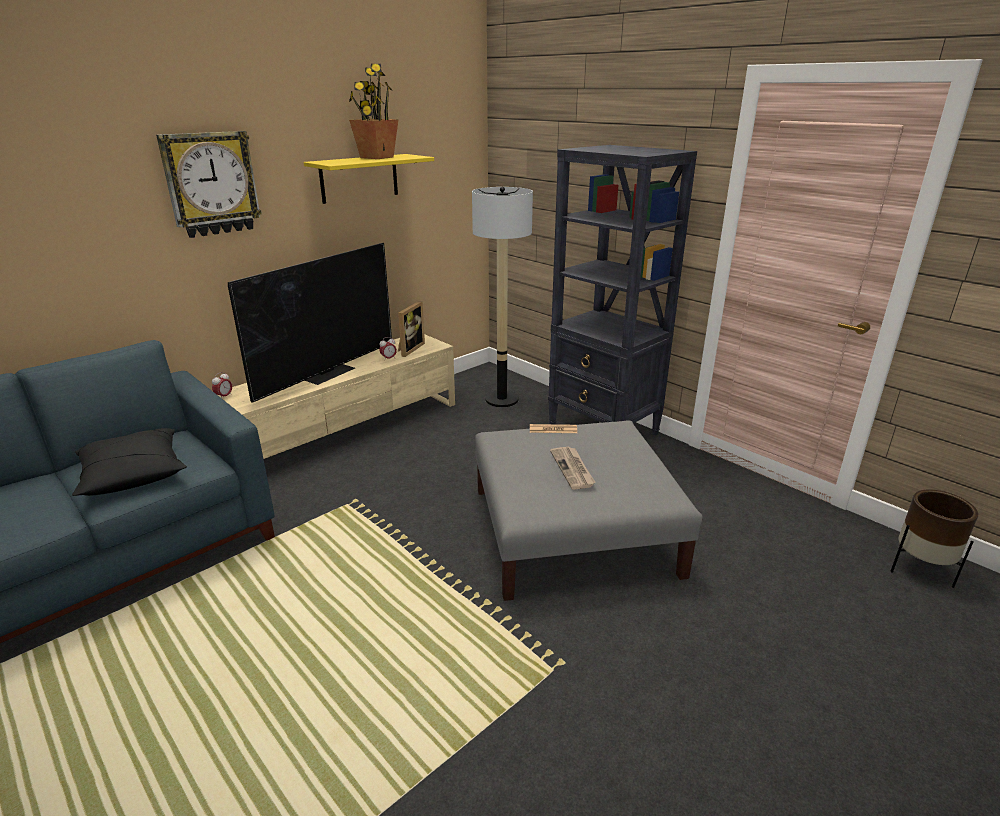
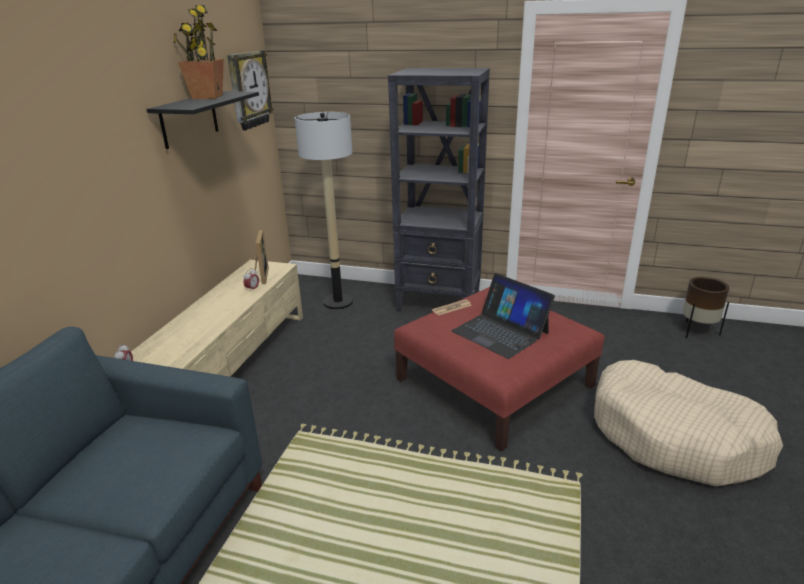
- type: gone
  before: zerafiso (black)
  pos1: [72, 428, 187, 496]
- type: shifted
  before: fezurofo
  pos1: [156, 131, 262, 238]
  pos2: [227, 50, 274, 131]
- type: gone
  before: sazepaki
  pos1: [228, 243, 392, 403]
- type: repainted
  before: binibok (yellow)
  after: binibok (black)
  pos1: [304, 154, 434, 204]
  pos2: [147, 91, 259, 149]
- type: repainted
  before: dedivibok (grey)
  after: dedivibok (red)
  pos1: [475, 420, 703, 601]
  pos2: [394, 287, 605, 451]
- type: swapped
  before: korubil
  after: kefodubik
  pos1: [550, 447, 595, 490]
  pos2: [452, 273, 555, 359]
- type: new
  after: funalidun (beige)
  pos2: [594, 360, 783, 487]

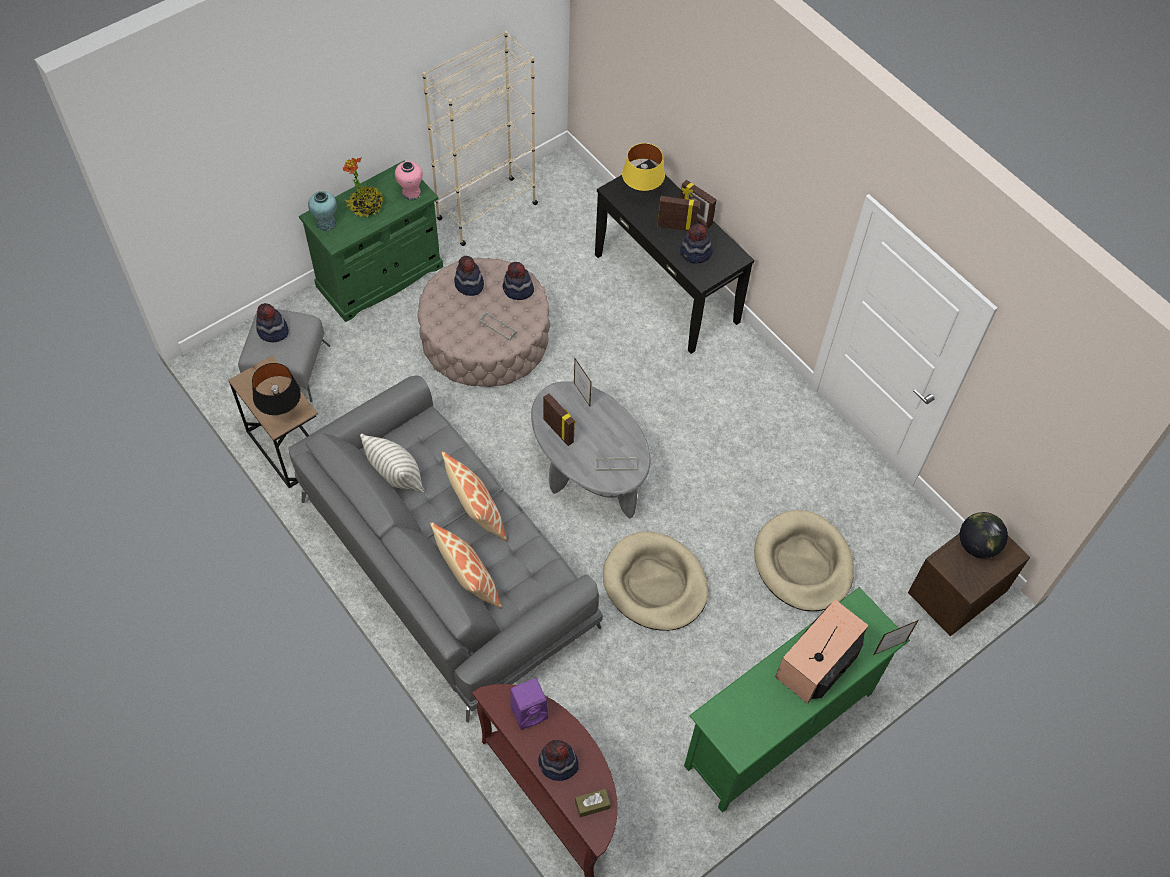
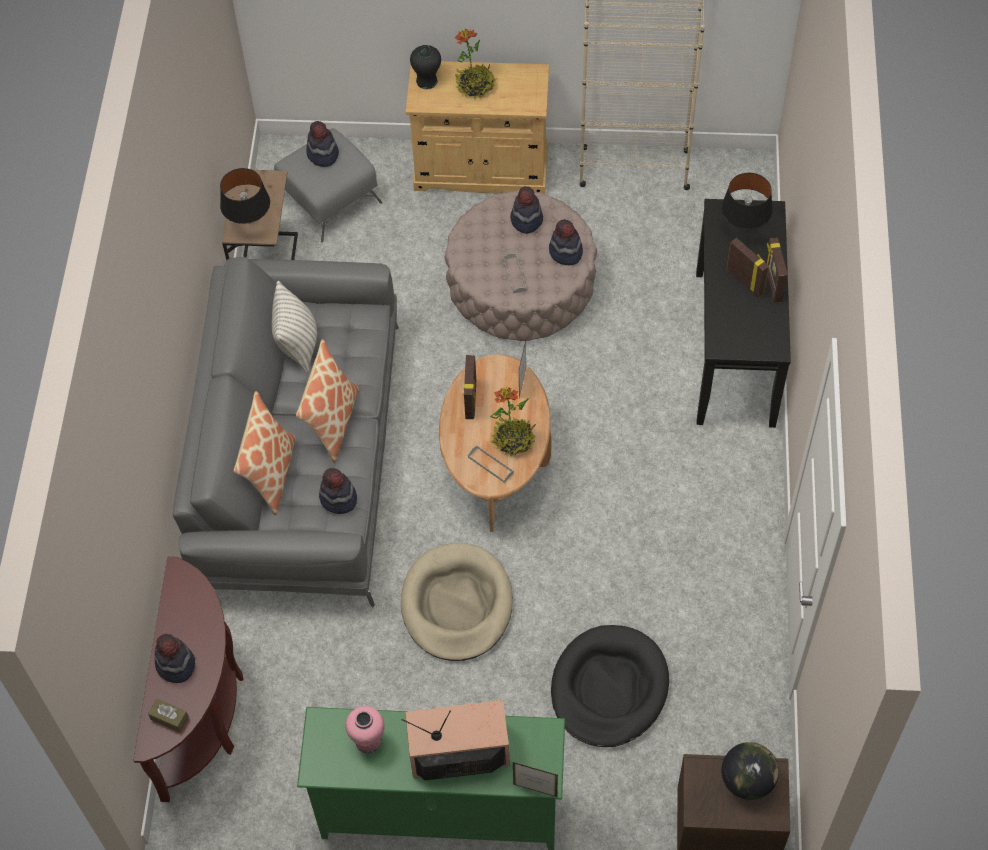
- type: repainted
  before: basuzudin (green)
  after: basuzudin (beige)
  pos1: [299, 160, 443, 322]
  pos2: [406, 61, 549, 194]
- type: repainted
  before: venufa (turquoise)
  after: venufa (black)
  pos1: [308, 191, 337, 231]
  pos2: [410, 45, 441, 89]
- type: shifted
  before: venufa (pink)
  pos1: [395, 161, 423, 200]
  pos2: [345, 706, 385, 754]
- type: gone
  before: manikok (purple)
  pos1: [510, 678, 548, 730]
- type: repainted
  before: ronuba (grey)
  after: ronuba (brown)
  pos1: [531, 381, 650, 519]
  pos2: [439, 354, 551, 532]
- type: repainted
  before: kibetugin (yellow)
  after: kibetugin (black)
  pos1: [622, 143, 665, 194]
  pos2: [721, 173, 773, 230]
- type: shifted
  before: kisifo
  pos1: [680, 224, 713, 263]
  pos2: [319, 468, 357, 514]
- type: repainted
  before: funalidun (beige)
  after: funalidun (black)
  pos1: [754, 510, 854, 611]
  pos2: [551, 625, 669, 747]
- type: new
  after: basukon
  pos2: [490, 387, 536, 456]

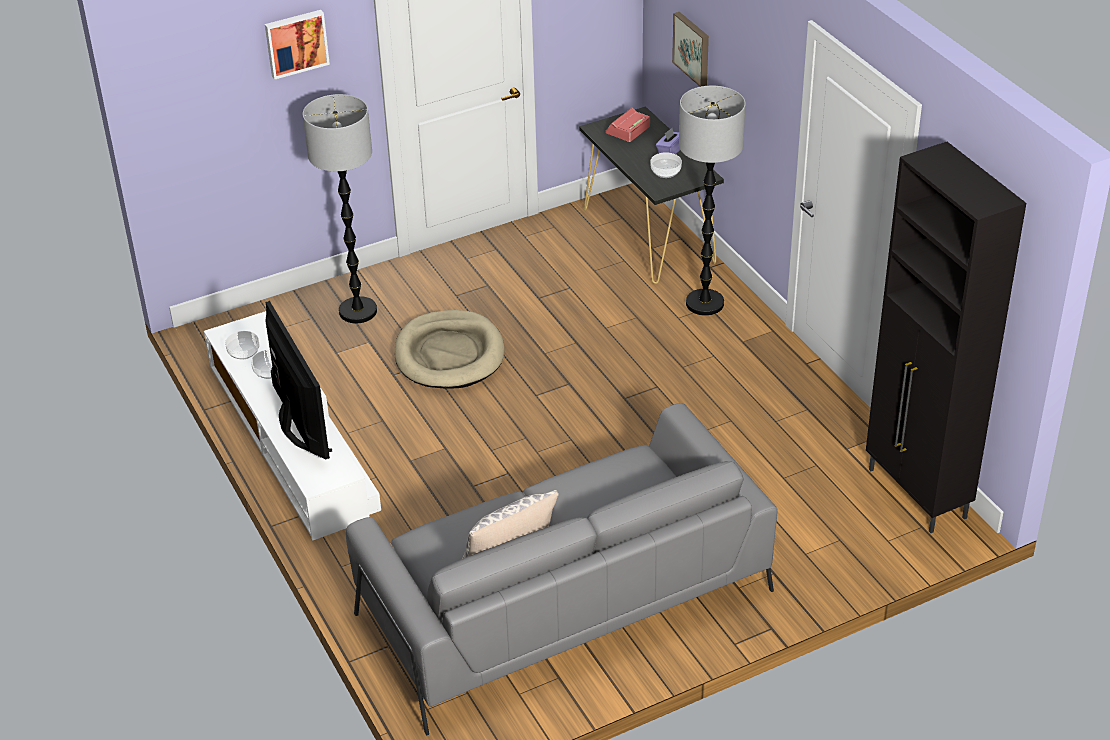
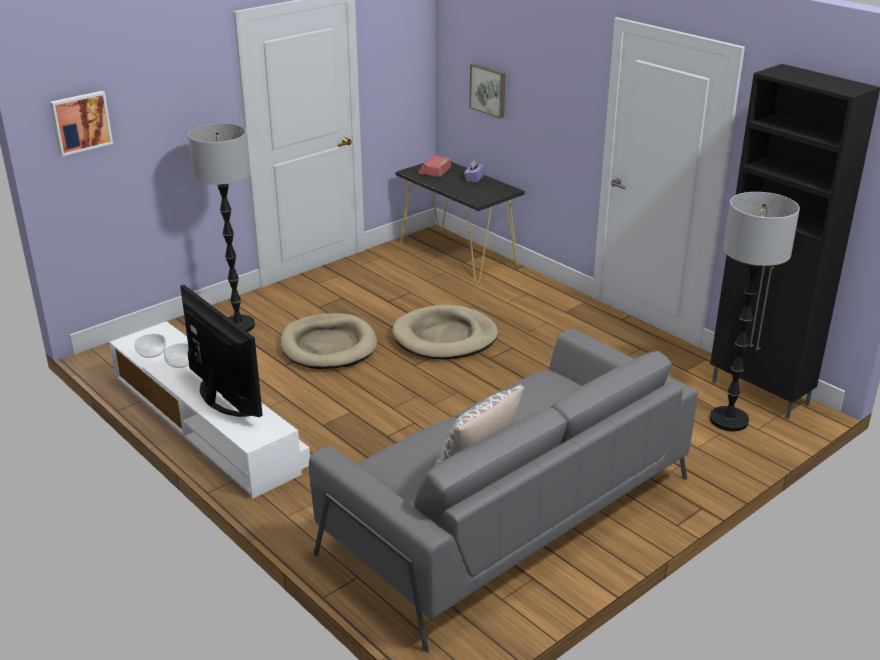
- type: shifted
  before: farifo
  pos1: [265, 10, 330, 80]
  pos2: [50, 91, 113, 156]
- type: gone
  before: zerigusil
  pos1: [650, 152, 682, 178]
- type: shifted
  before: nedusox
  pos1: [679, 86, 746, 316]
  pos2: [710, 192, 800, 432]
- type: new
  after: funalidun (beige)
  pos2: [392, 305, 498, 360]

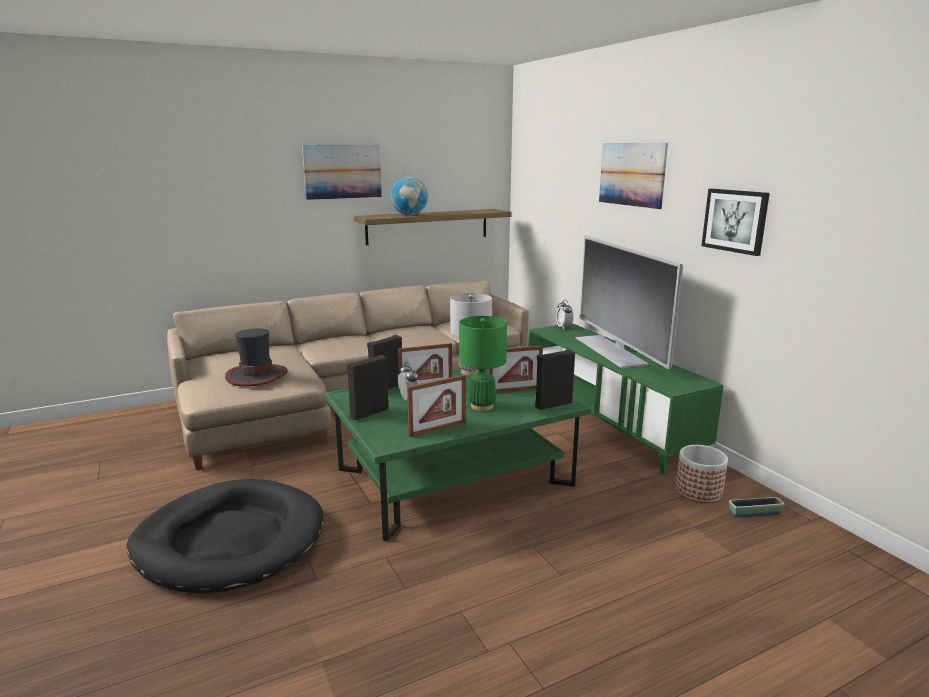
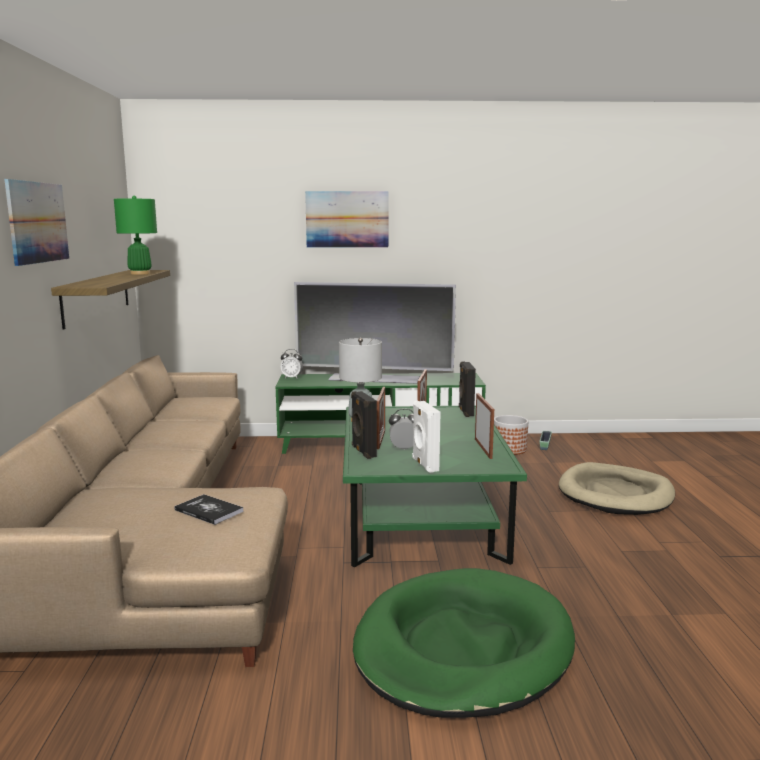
- type: repainted
  before: funalidun (black)
  after: funalidun (green)
  pos1: [127, 479, 324, 594]
  pos2: [353, 568, 575, 718]
- type: swapped
  before: kisifo
  after: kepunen
  pos1: [225, 328, 288, 387]
  pos2: [175, 494, 244, 525]
- type: repainted
  before: manikok (black)
  after: manikok (white)
  pos1: [346, 355, 389, 420]
  pos2: [412, 401, 440, 473]
- type: gone
  before: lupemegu
  pos1: [390, 177, 428, 215]
- type: shifted
  before: kibetugin (green)
  pos1: [459, 316, 507, 411]
  pos2: [114, 196, 157, 275]
- type: gone
  before: farifo
  pos1: [701, 189, 770, 256]
- type: new
  after: funalidun (beige)
  pos2: [559, 462, 675, 515]

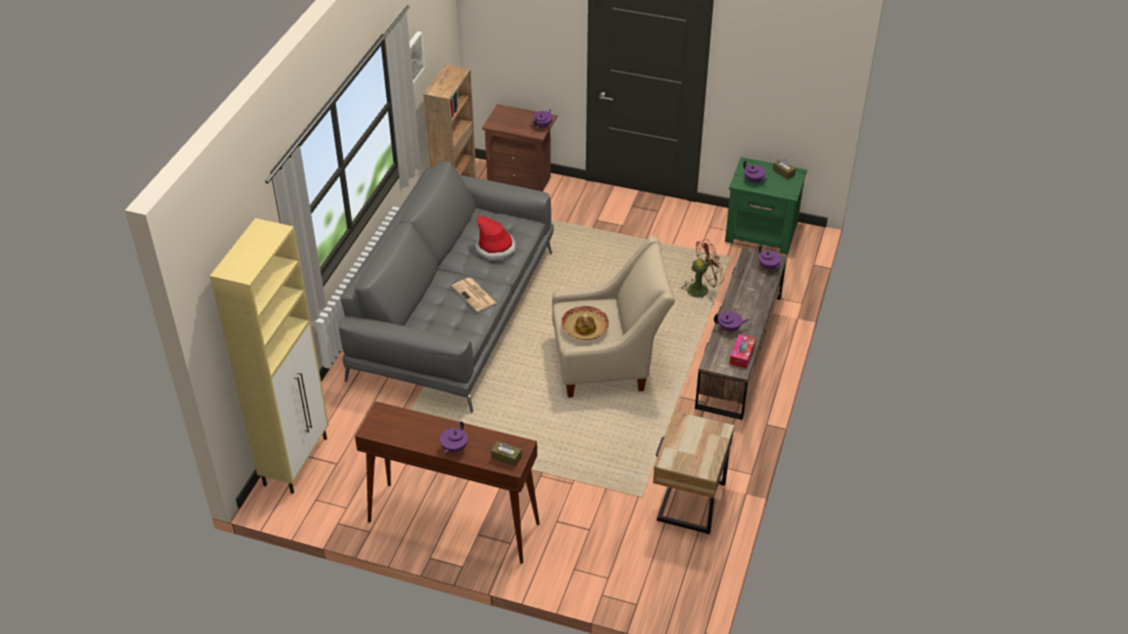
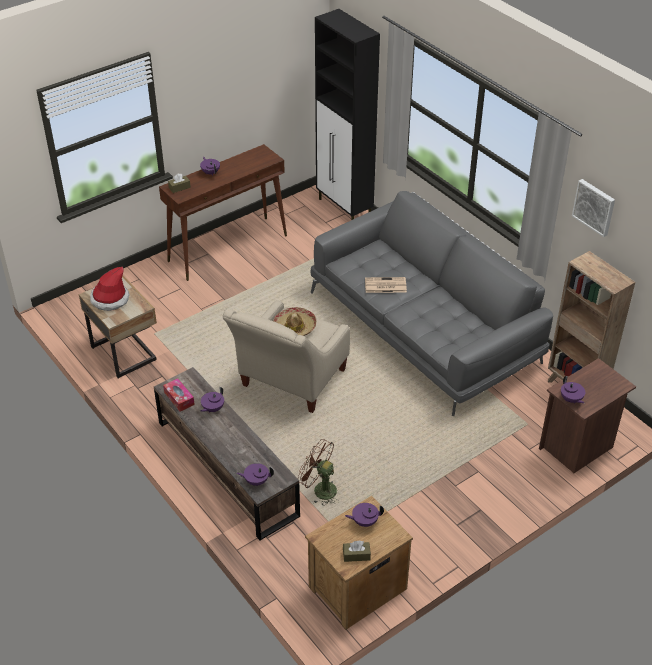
- type: repainted
  before: basuzudin (beige)
  after: basuzudin (black)
  pos1: [210, 218, 329, 494]
  pos2: [315, 9, 380, 220]
- type: shifted
  before: kisifo
  pos1: [475, 216, 516, 260]
  pos2: [90, 267, 129, 311]
- type: rotated
  before: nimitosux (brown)
  pos1: [682, 239, 724, 300]
  pos2: [298, 439, 339, 506]
  turn: 105
- type: repainted
  before: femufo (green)
  after: femufo (brown)
  pos1: [725, 157, 807, 255]
  pos2: [305, 496, 413, 629]

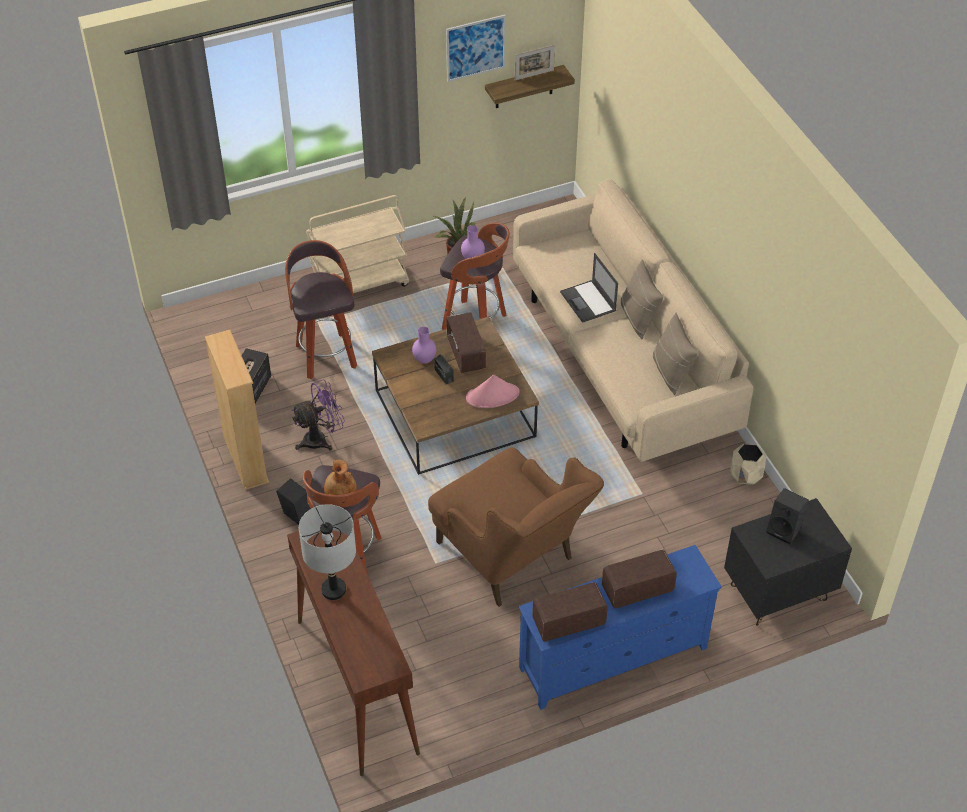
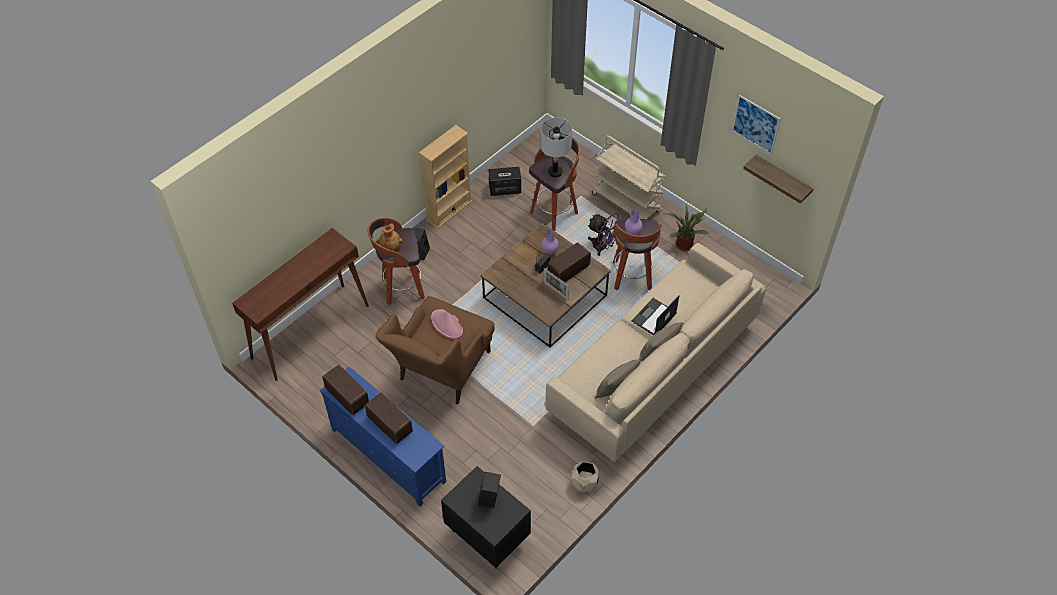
- type: shifted
  before: nimitosux (purple)
  pos1: [291, 380, 345, 450]
  pos2: [588, 213, 624, 256]
- type: shifted
  before: kibetugin (grey)
  pos1: [299, 504, 356, 600]
  pos2: [541, 118, 572, 178]
- type: shifted
  before: kisifo (pink)
  pos1: [466, 375, 519, 408]
  pos2: [431, 309, 463, 339]
- type: shifted
  before: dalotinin
  pos1: [515, 45, 555, 80]
  pos2: [543, 268, 569, 300]

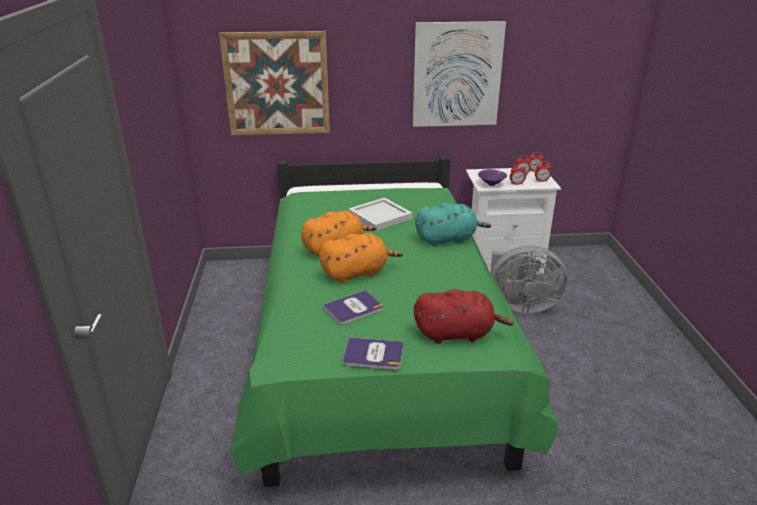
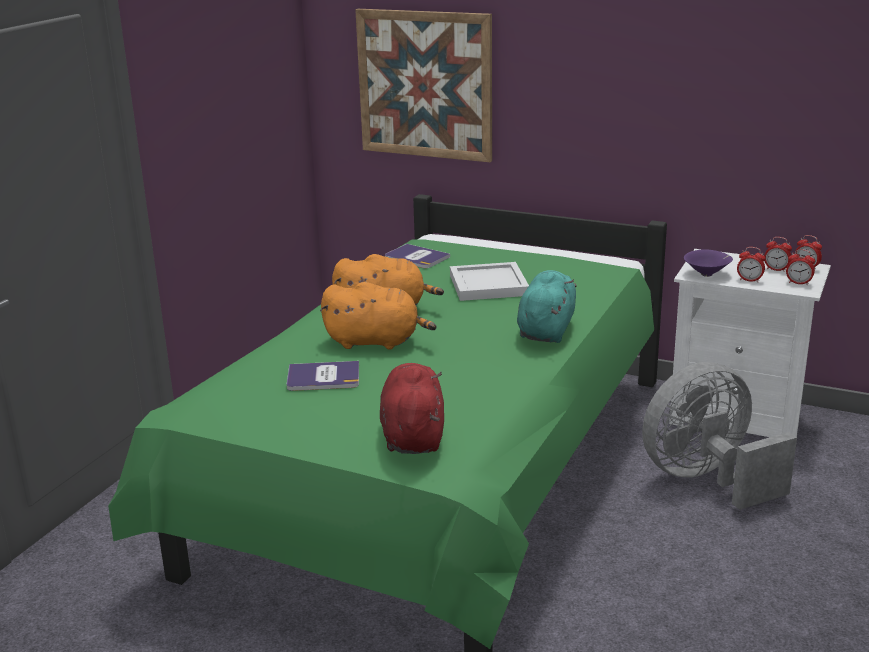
- type: shifted
  before: kepunen
  pos1: [343, 337, 404, 370]
  pos2: [385, 244, 450, 268]
- type: gone
  before: farifo
  pos1: [413, 21, 506, 127]
- type: rotated
  before: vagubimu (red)
  pos1: [414, 290, 513, 344]
  pos2: [380, 363, 444, 454]
  turn: -120
- type: rotated
  before: vagubimu (turquoise)
  pos1: [415, 203, 491, 247]
  pos2: [517, 270, 577, 343]
  turn: -90
- type: rotated
  before: nimitosux (grey)
  pos1: [490, 245, 567, 313]
  pos2: [642, 362, 797, 510]
  turn: 120

